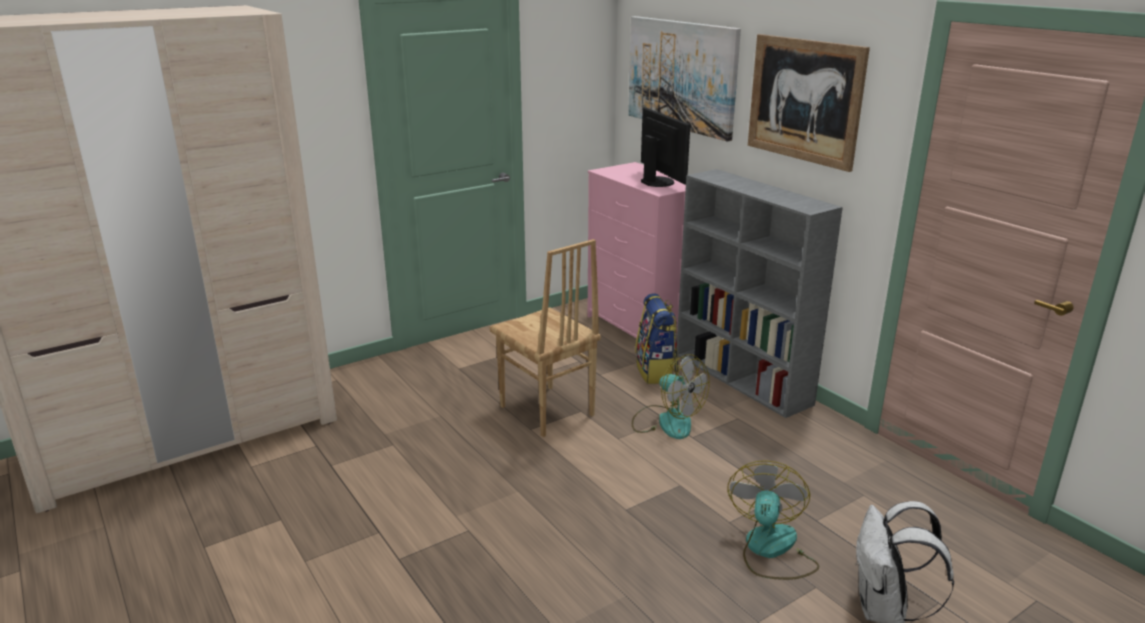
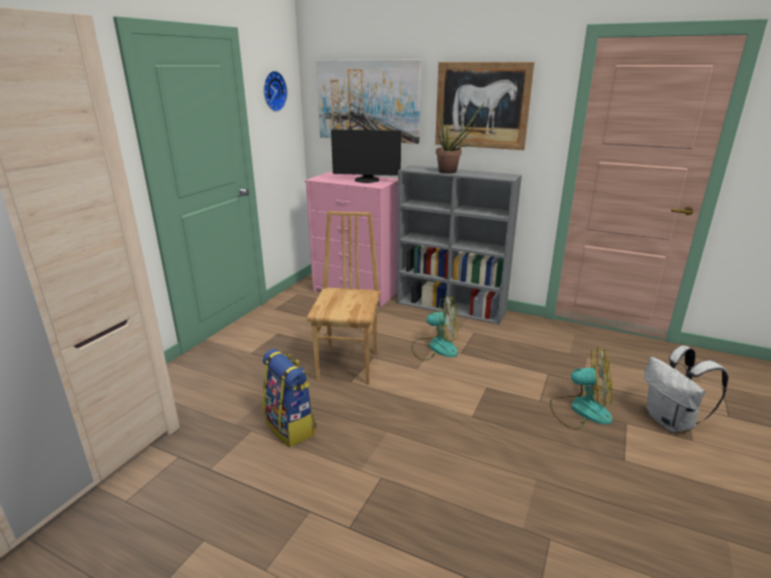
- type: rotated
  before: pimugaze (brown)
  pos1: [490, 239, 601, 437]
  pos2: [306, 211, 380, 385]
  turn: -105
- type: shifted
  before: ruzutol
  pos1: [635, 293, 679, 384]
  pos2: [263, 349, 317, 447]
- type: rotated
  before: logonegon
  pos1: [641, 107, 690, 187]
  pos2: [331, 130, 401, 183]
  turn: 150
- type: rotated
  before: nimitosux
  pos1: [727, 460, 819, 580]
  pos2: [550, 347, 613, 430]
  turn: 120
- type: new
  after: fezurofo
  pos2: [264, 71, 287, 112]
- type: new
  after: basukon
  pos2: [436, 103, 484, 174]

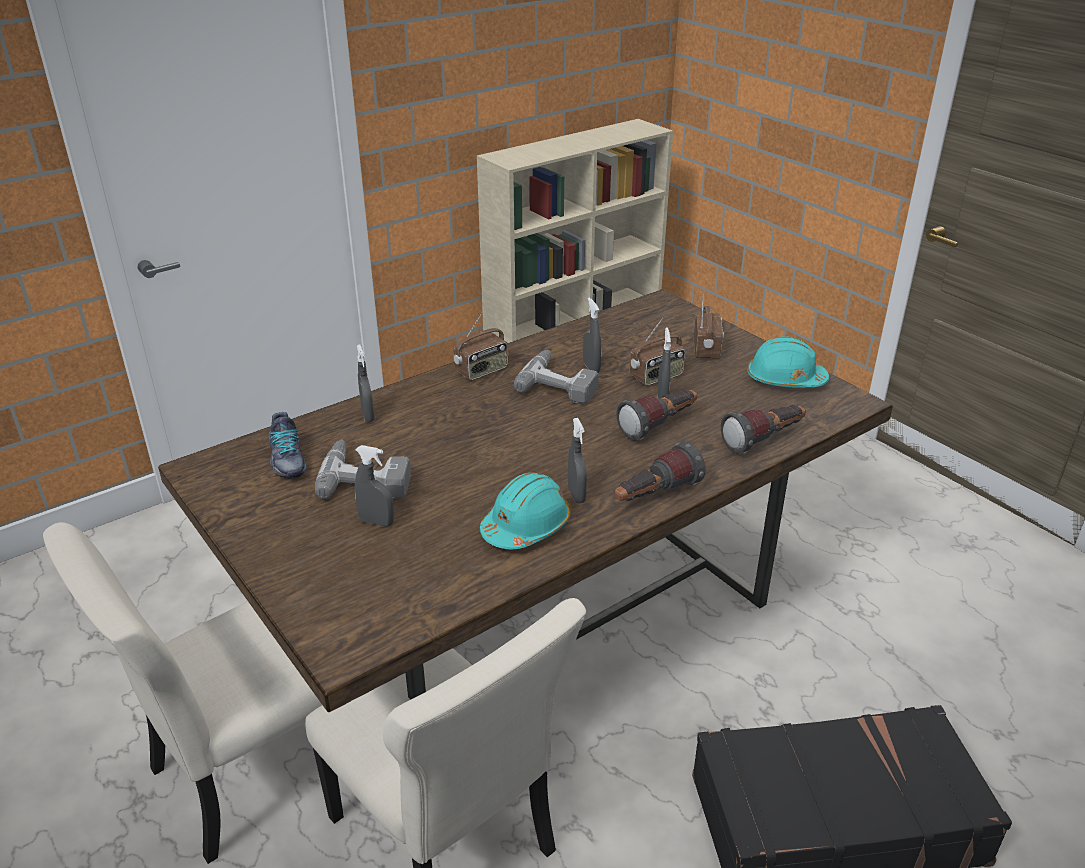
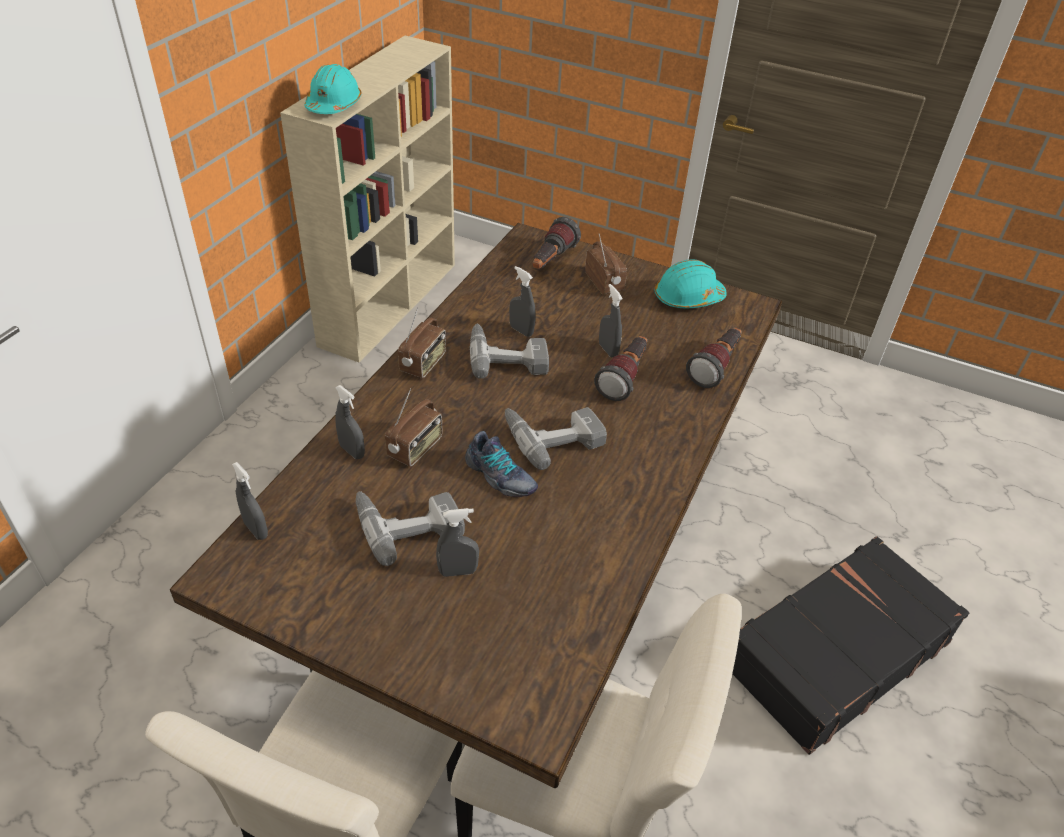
- type: shifted
  before: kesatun
  pos1: [269, 412, 307, 479]
  pos2: [465, 431, 538, 497]
- type: shifted
  before: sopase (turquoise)
  pos1: [480, 472, 571, 549]
  pos2: [304, 64, 362, 114]
- type: shifted
  before: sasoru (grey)
  pos1: [568, 418, 587, 503]
  pos2: [232, 462, 268, 540]
- type: shifted
  before: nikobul
  pos1: [614, 442, 705, 501]
  pos2: [532, 217, 581, 269]
- type: shifted
  before: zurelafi
  pos1: [630, 318, 686, 386]
  pos2: [385, 389, 442, 467]
- type: new
  after: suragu
  pos2: [505, 407, 607, 470]

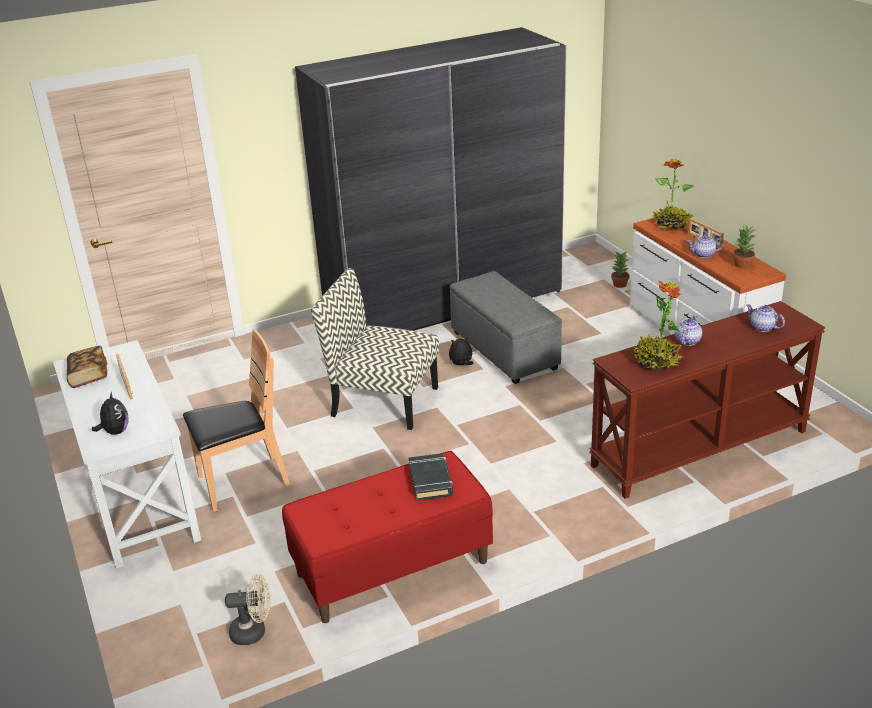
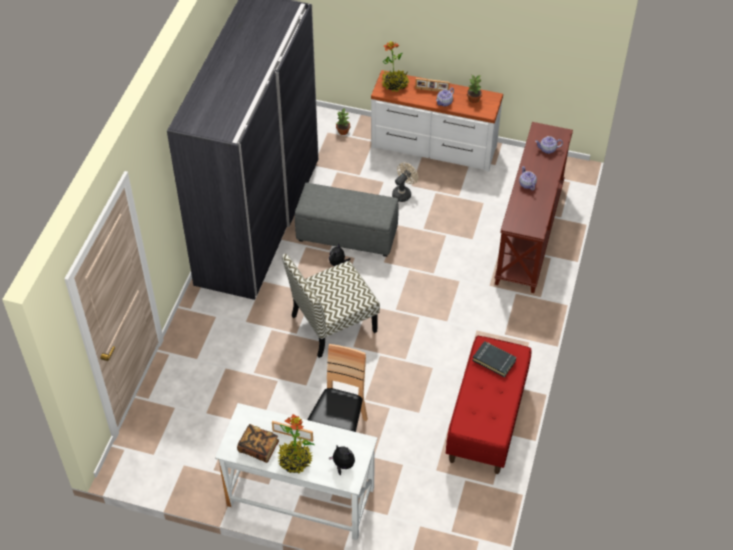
- type: shifted
  before: nimitosux (beige)
  pos1: [225, 574, 271, 645]
  pos2: [392, 163, 418, 202]
- type: shifted
  before: basukon
  pos1: [634, 280, 682, 370]
  pos2: [277, 414, 314, 474]

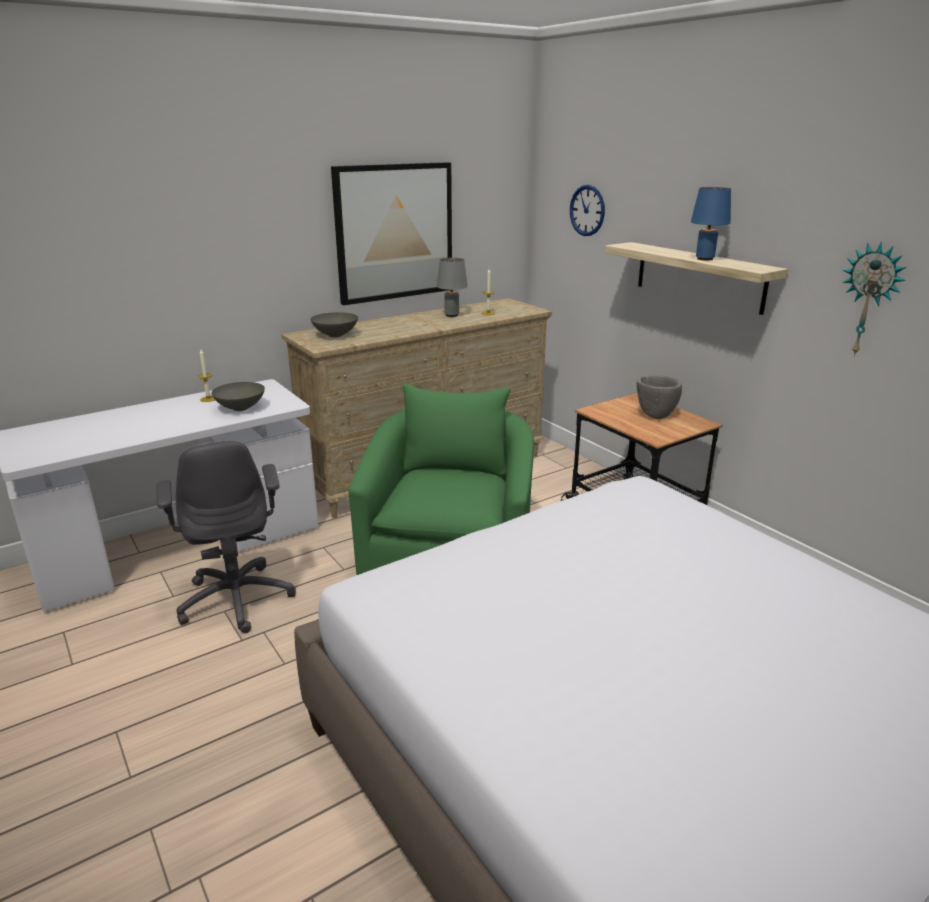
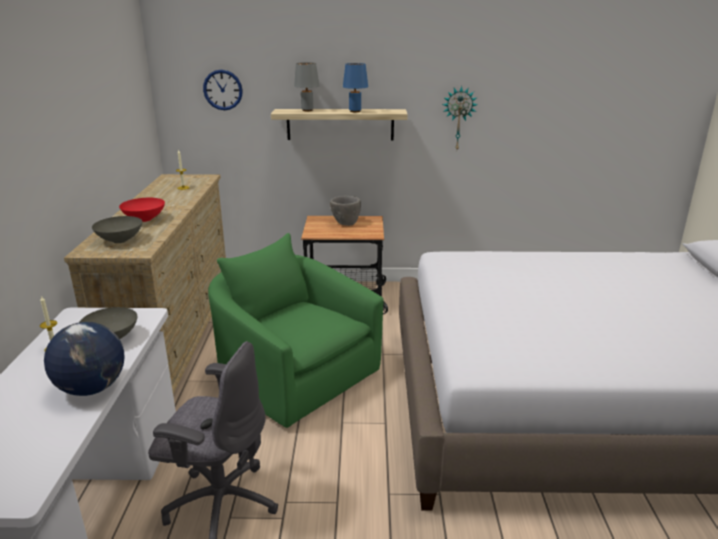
- type: gone
  before: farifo
  pos1: [331, 162, 452, 305]
- type: shifted
  before: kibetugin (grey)
  pos1: [437, 258, 468, 317]
  pos2: [294, 62, 319, 111]
- type: new
  after: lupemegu
  pos2: [44, 322, 124, 396]
- type: new
  after: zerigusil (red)
  pos2: [119, 198, 165, 222]

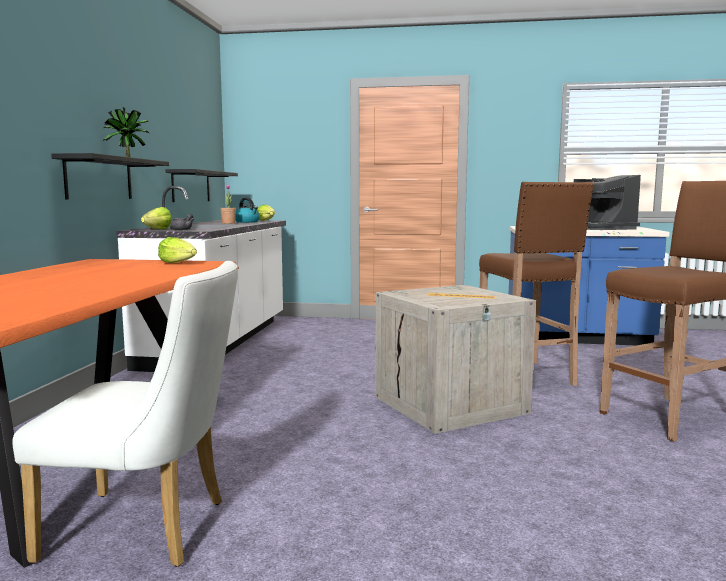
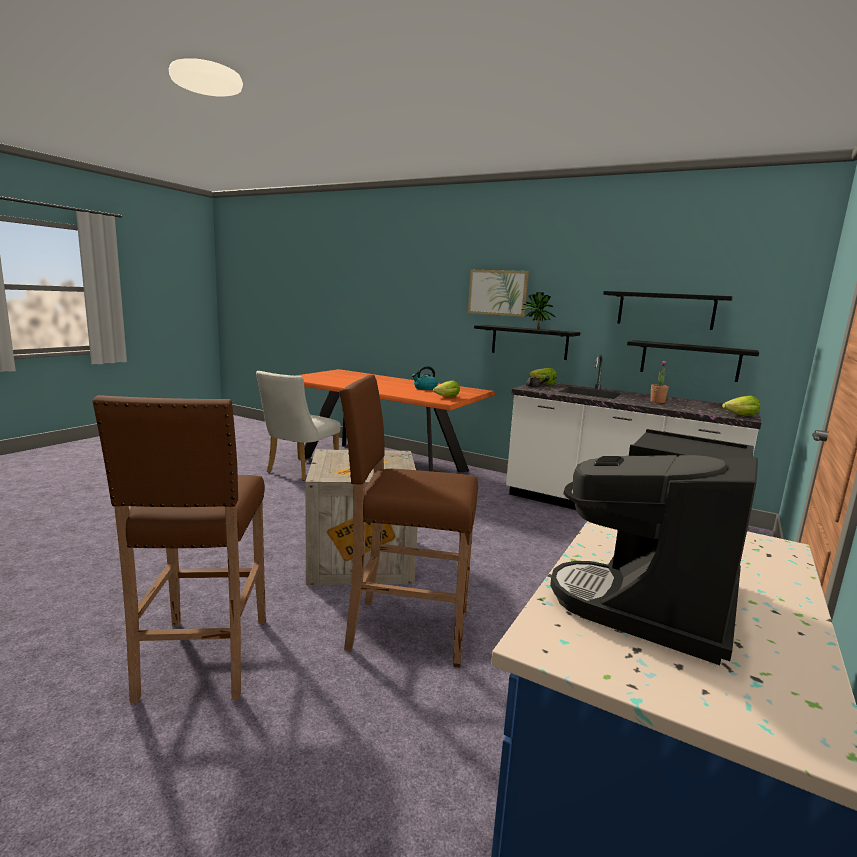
- type: shifted
  before: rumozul
  pos1: [235, 197, 260, 223]
  pos2: [412, 366, 438, 390]
- type: rotated
  before: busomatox
  pos1: [574, 175, 641, 230]
  pos2: [550, 429, 758, 665]
  turn: -60
- type: new
  after: farifo
  pos2: [468, 270, 529, 317]
- type: new
  after: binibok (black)
  pos2: [603, 291, 733, 330]

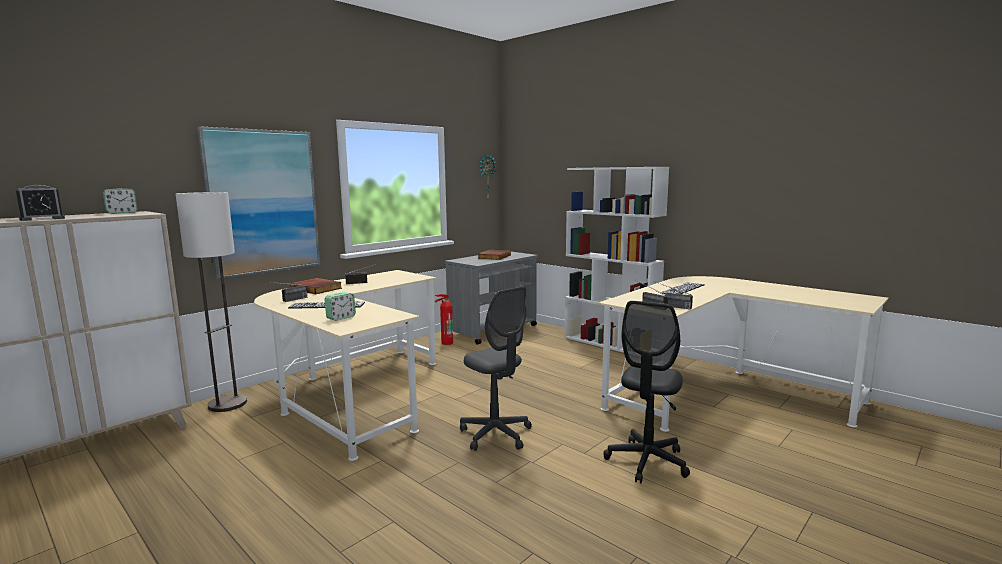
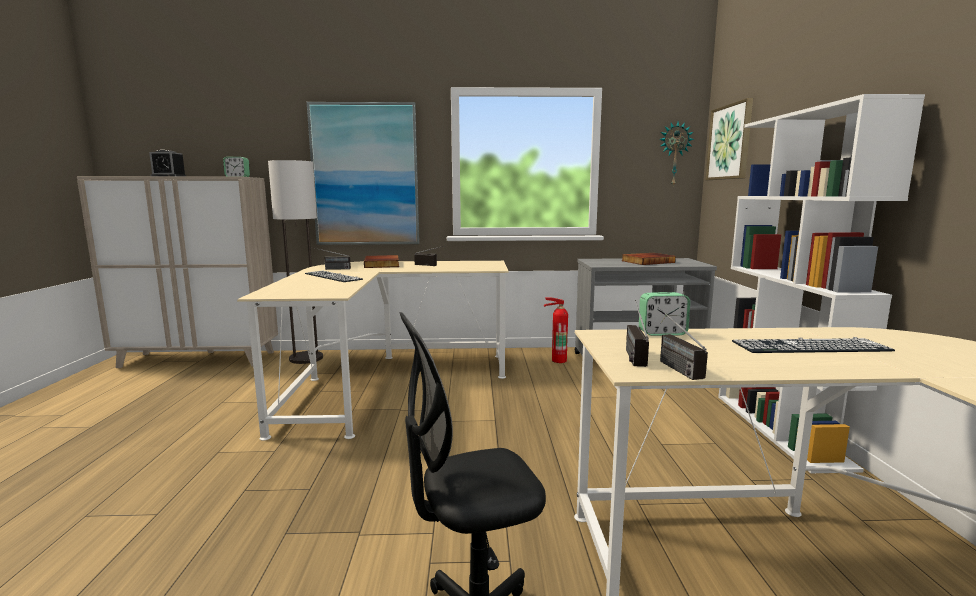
- type: shifted
  before: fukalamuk
  pos1: [325, 292, 356, 321]
  pos2: [639, 292, 690, 336]
- type: gone
  before: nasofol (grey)
  pos1: [460, 286, 532, 451]
- type: new
  after: farifo
  pos2: [705, 98, 753, 180]

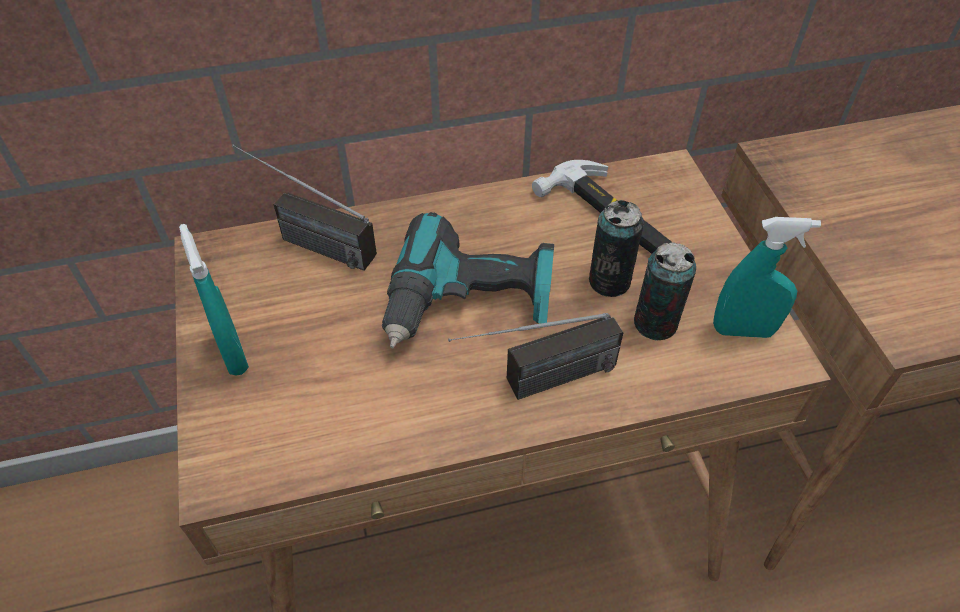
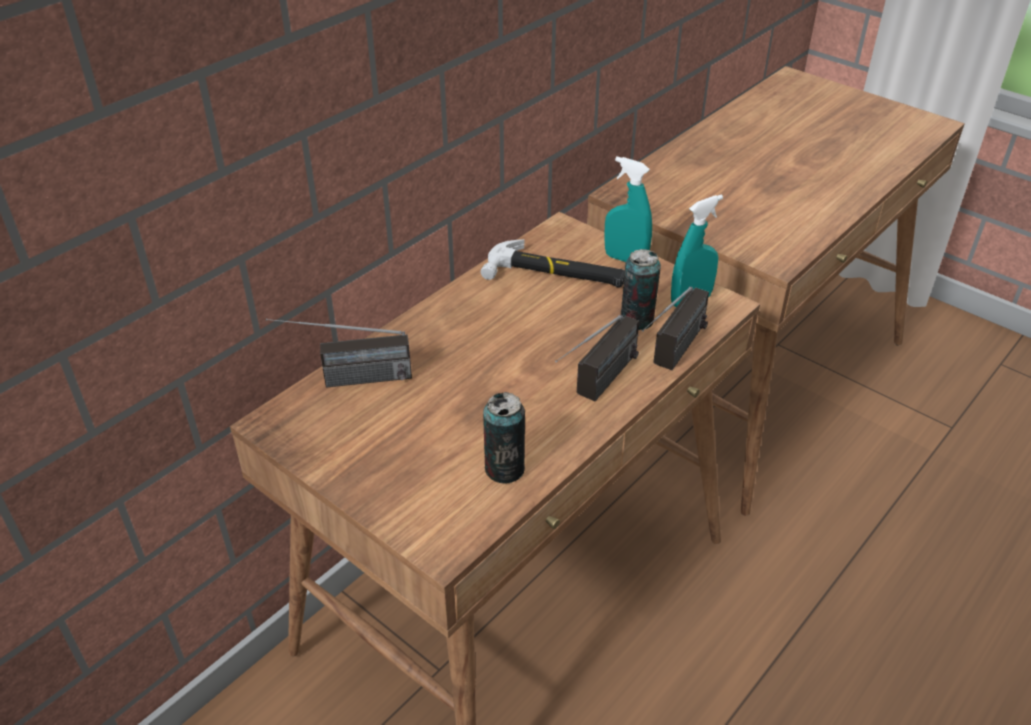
- type: shifted
  before: sasoru (turquoise)
  pos1: [179, 224, 249, 375]
  pos2: [605, 156, 652, 262]
- type: gone
  before: suragu
  pos1: [382, 212, 554, 348]
- type: shifted
  before: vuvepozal
  pos1: [589, 200, 644, 297]
  pos2: [483, 392, 525, 483]
- type: new
  after: zurelafi
  pos2: [642, 287, 709, 370]

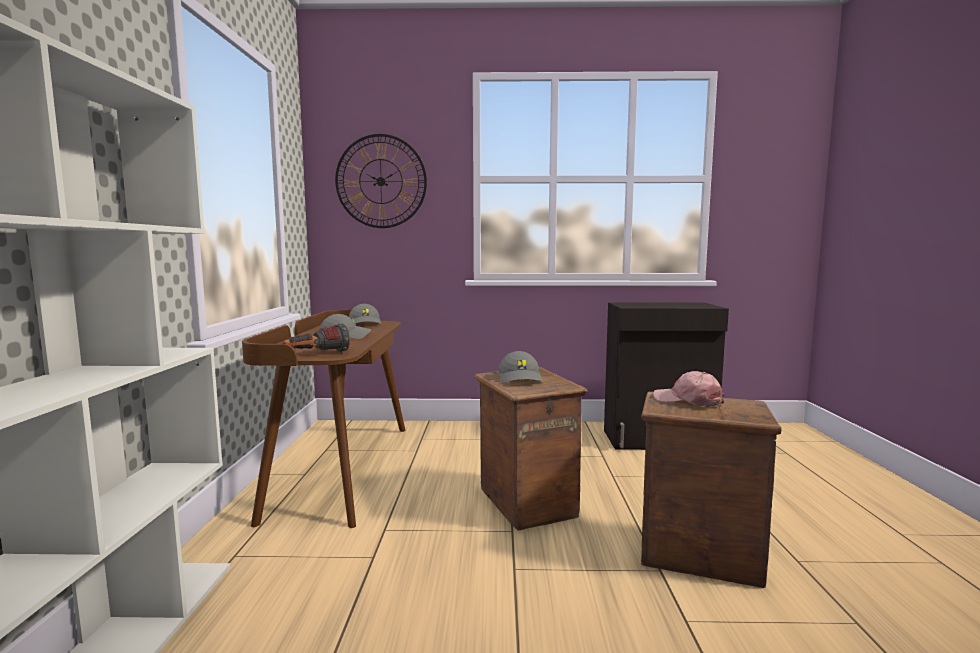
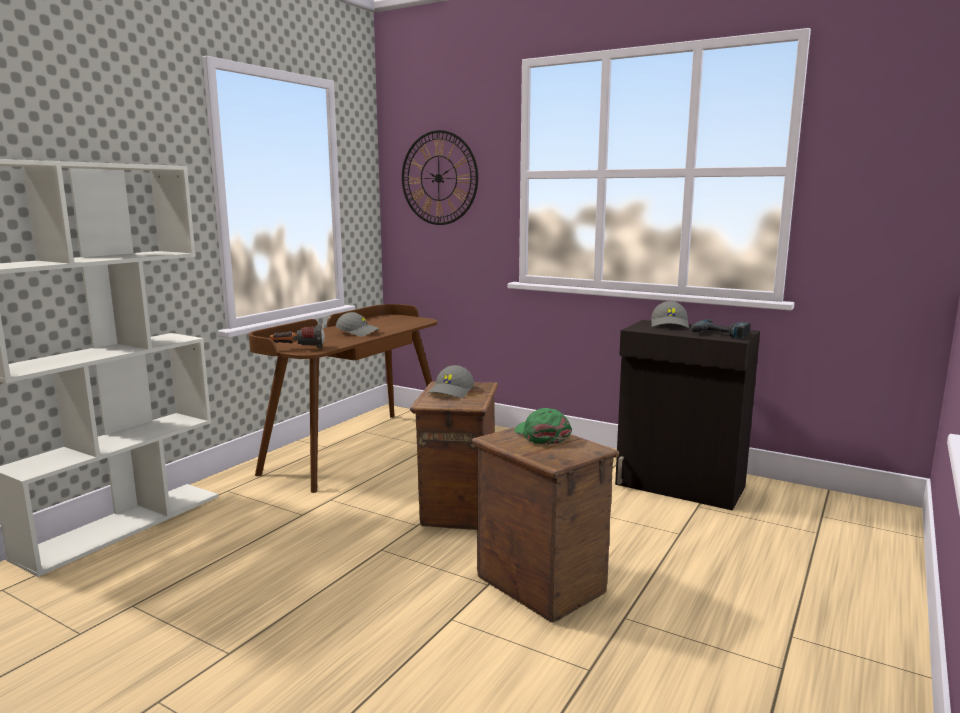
- type: shifted
  before: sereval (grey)
  pos1: [349, 304, 381, 324]
  pos2: [651, 301, 689, 328]
- type: repainted
  before: sereval (pink)
  after: sereval (green)
  pos1: [653, 371, 724, 407]
  pos2: [515, 408, 572, 445]
- type: new
  after: suragu
  pos2: [691, 319, 751, 339]

